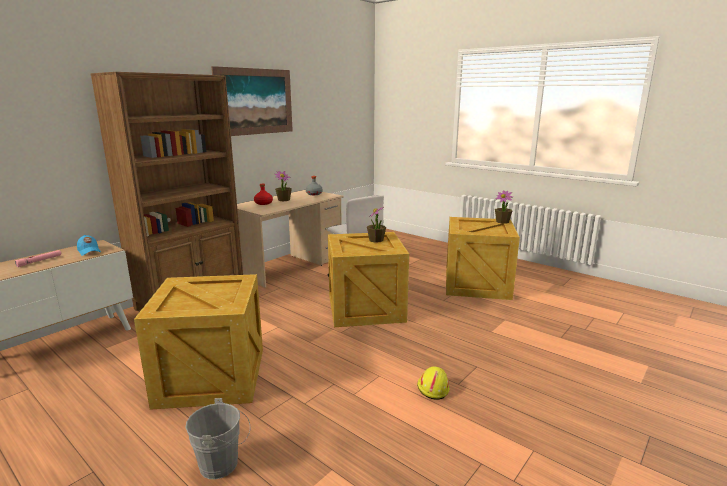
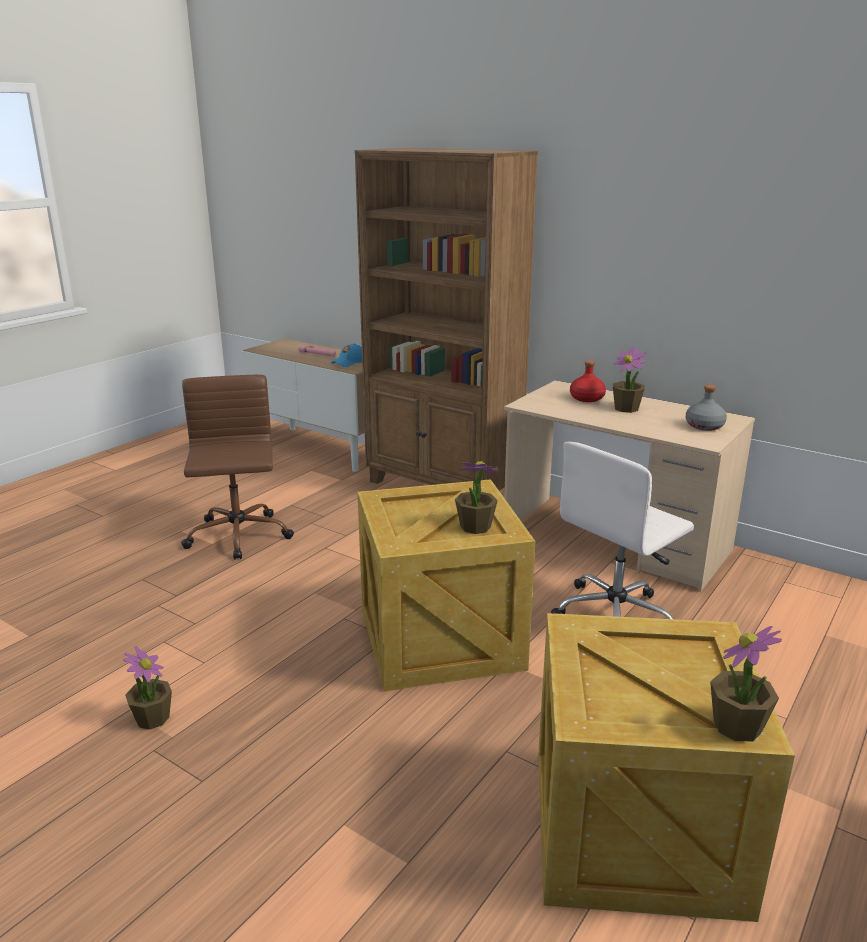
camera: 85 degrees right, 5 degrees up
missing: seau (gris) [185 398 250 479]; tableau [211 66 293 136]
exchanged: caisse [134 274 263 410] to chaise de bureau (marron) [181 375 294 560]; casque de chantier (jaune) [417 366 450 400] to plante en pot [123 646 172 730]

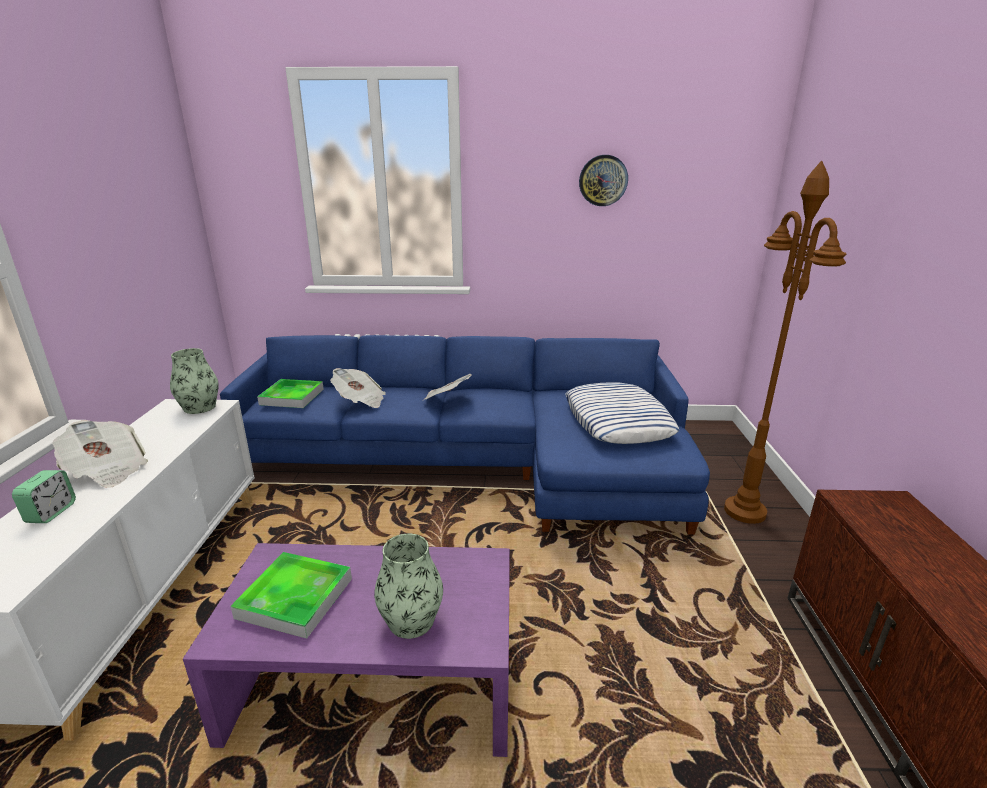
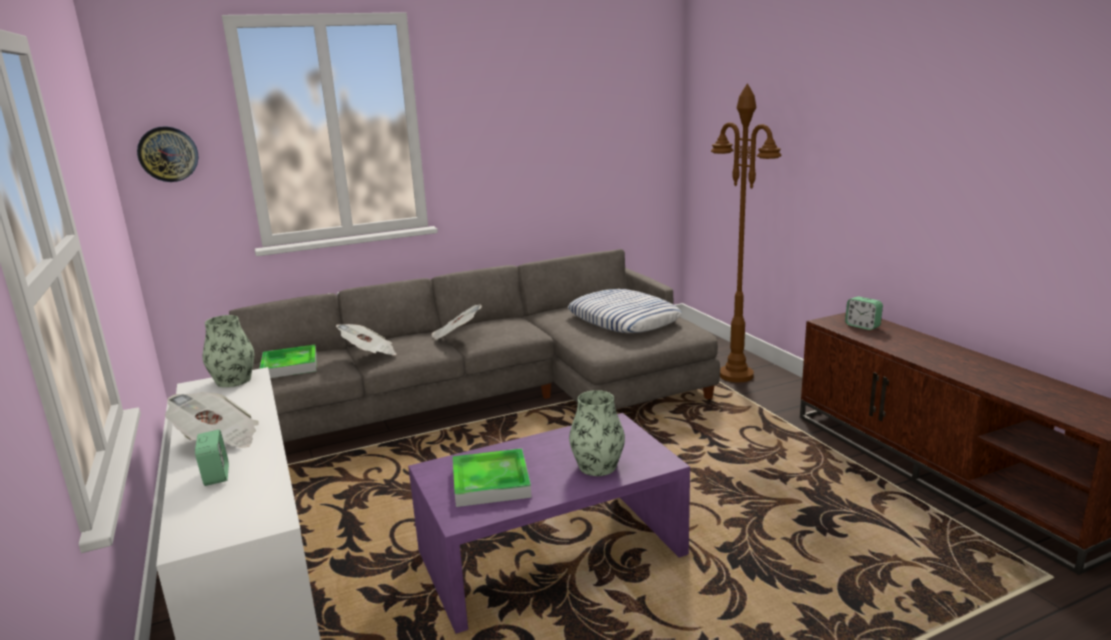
camera: 25 degrees left, 5 degrees down
appeared: réveil [845 296 883 330]
relocated: horloge murale [579 155 628 206] to [137 126 199 182]
colour: canapé (bleu) [220 335 710 535] to canapé (gris) [229 249 720 442]

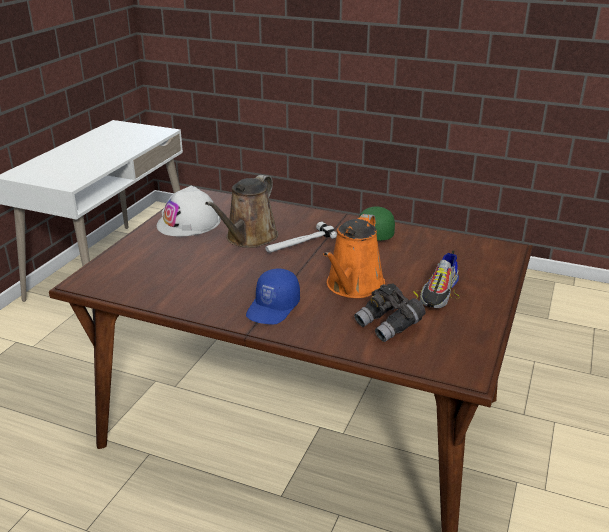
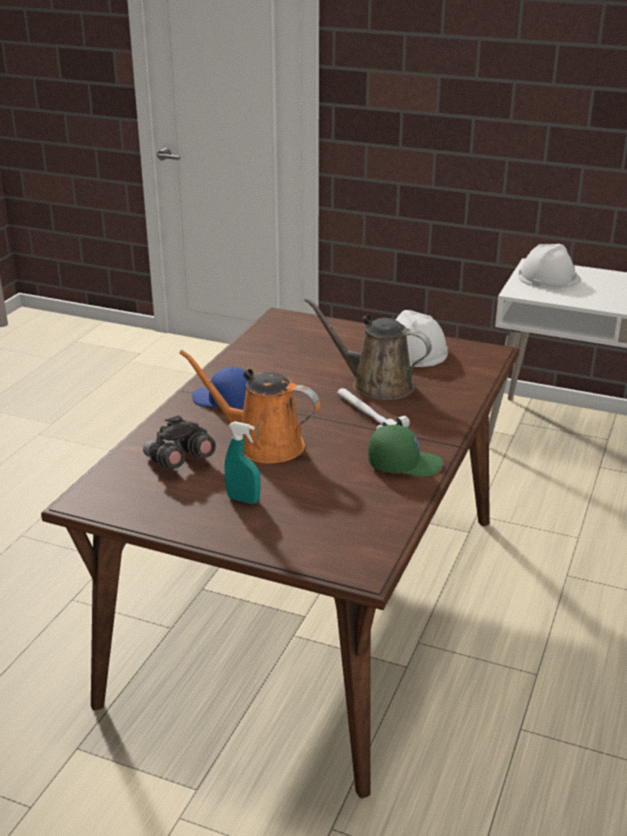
camera: 90 degrees right, 0 degrees up
appeared: casque de chantier (blanc) [518 244 581 288]
exchanged: chaussure [413 250 460 308] to vaporisateur (turquoise) [224 421 261 504]

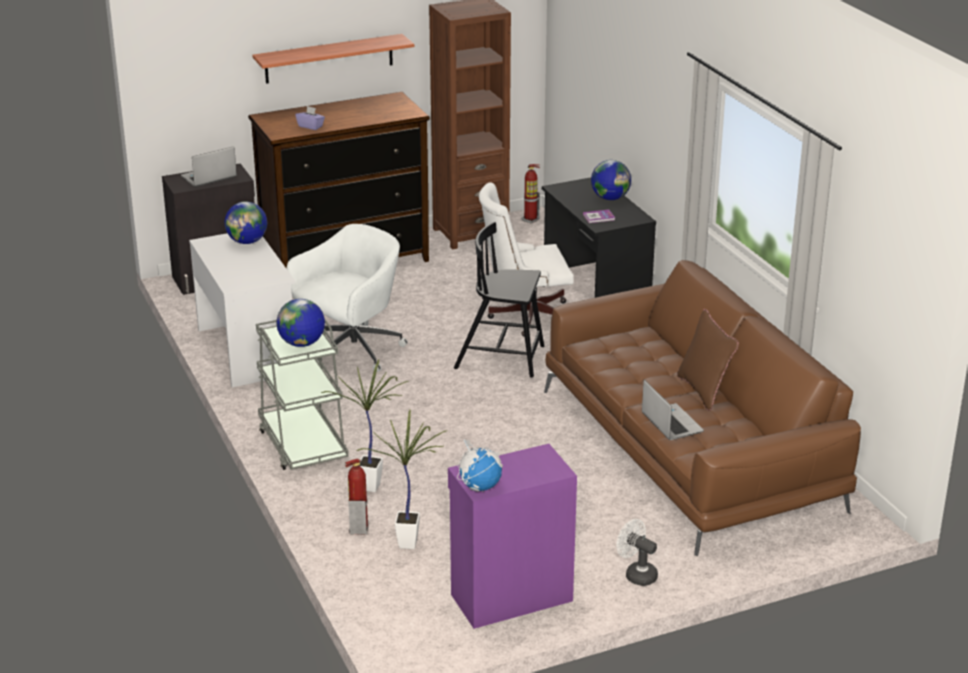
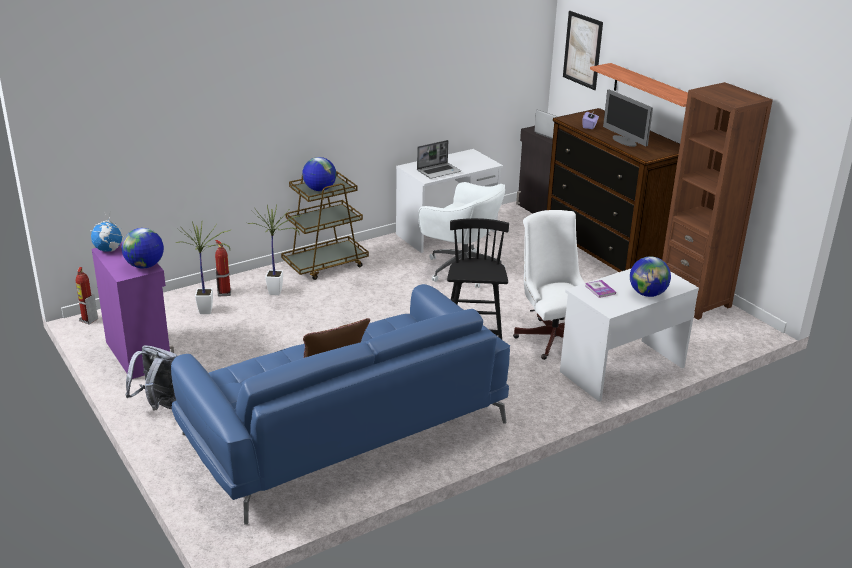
camera: 80 degrees right, 0 degrees up
appeared: tableau [563 11 603 90]; écran d'ordinateur [603 89 653 147]
relocated: globe [225 201 267 244] to [122 228 164 268]; extincteur [521 164 540 224] to [76 267 98 324]; ordinateur portable [642 380 704 440] to [417 140 461 179]
exchanged: ventilateur (blanc) [617 519 658 586] to sac à dos (gris) [125 345 178 410]
colour: chariot (gris) [256 318 349 470] to chariot (marron) [281 171 369 280]; bureau (noir) [542 177 656 298] to bureau (blanc) [560 269 699 402]; canapé (marron) [544 260 861 556] to canapé (bleu) [171 284 510 525]

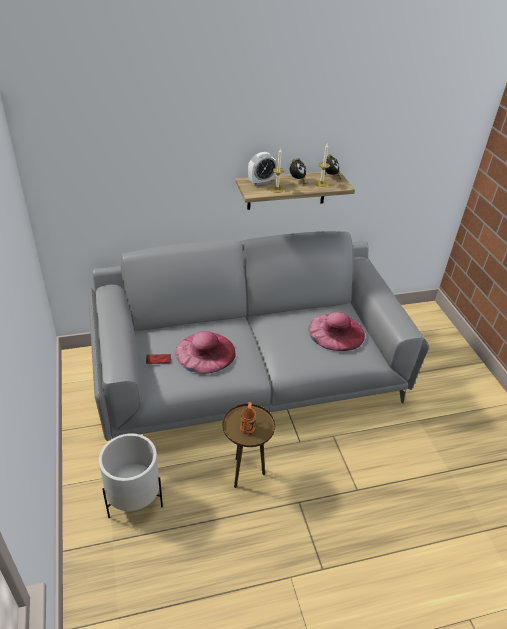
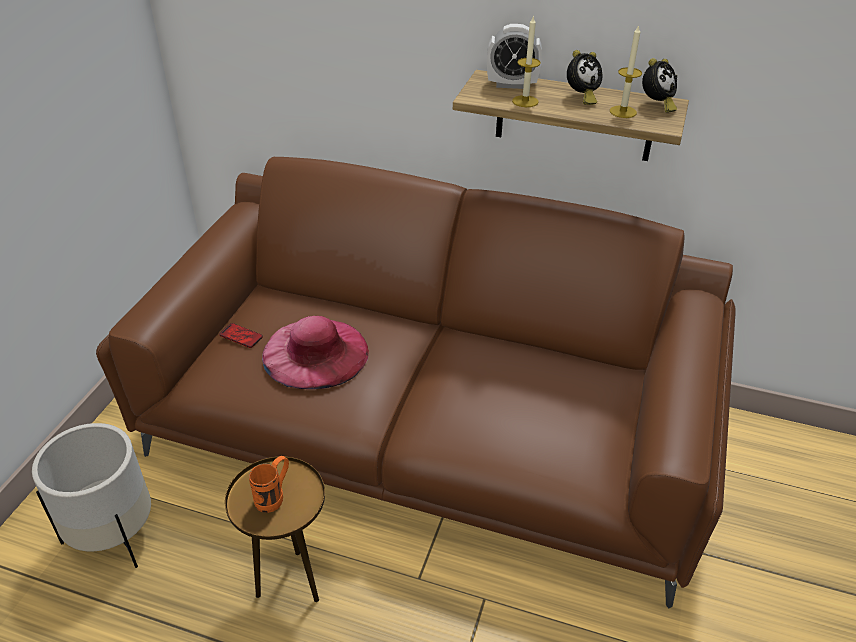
camera: 35 degrees right, 0 degrees up
missing: chapeau (rose) [309 312 365 351]
colour: canapé (gris) [88 231 429 441] to canapé (marron) [96 157 736 608]

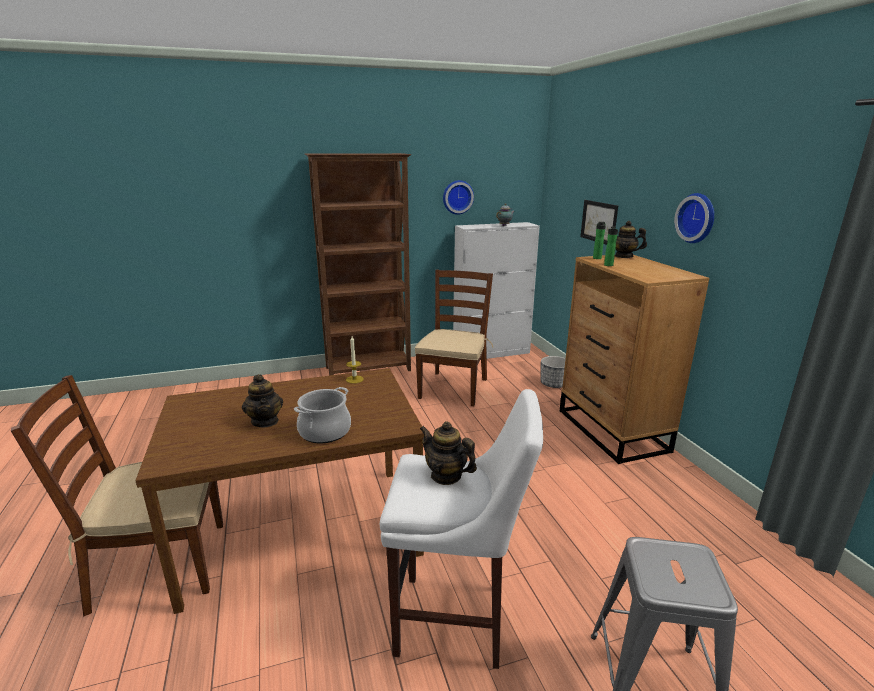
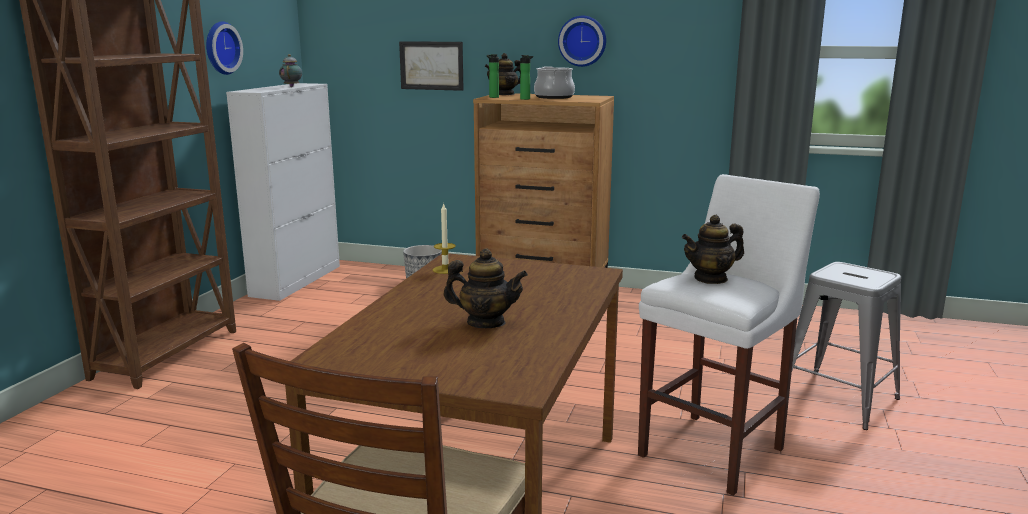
camera: 55 degrees left, 5 degrees down
missing: chaise (marron) [415 269 493 406]
relocated: marmite [294 387 351 443] to [534 66 575 99]

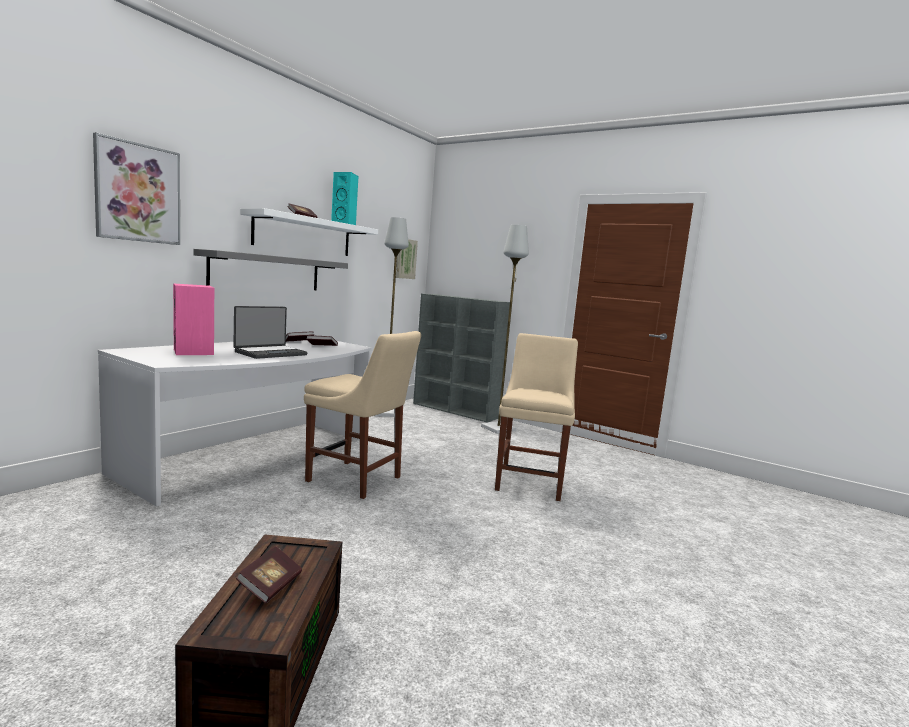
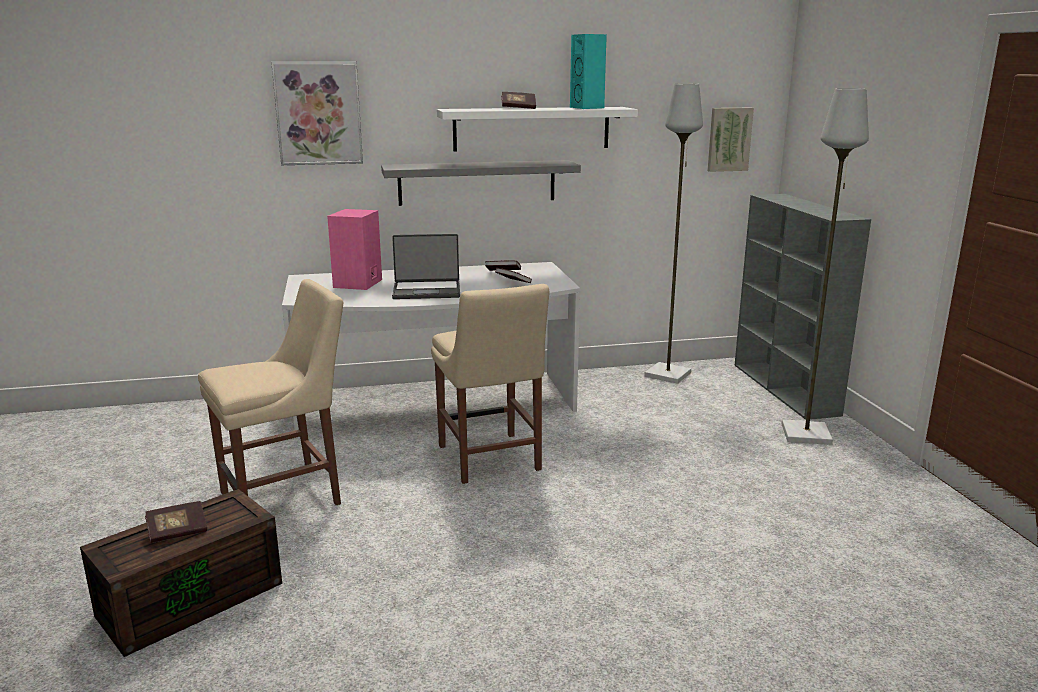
camera: 45 degrees right, 10 degrees up
relocated: chaise (beige) [495 333 578 501] to [198 279 343 505]

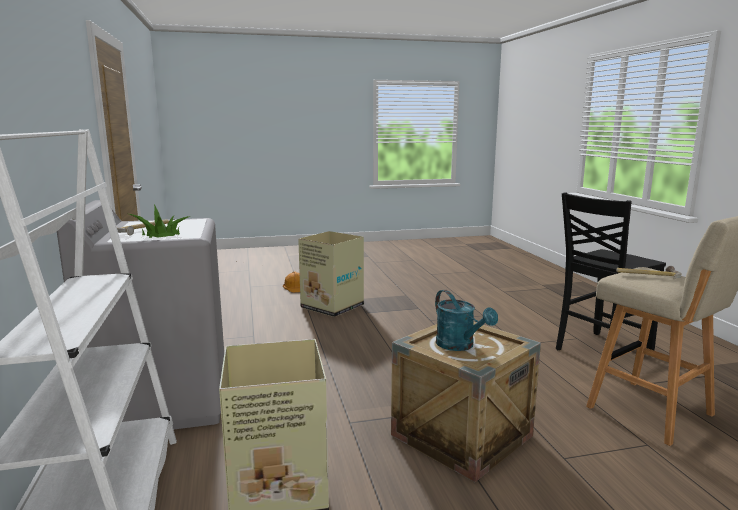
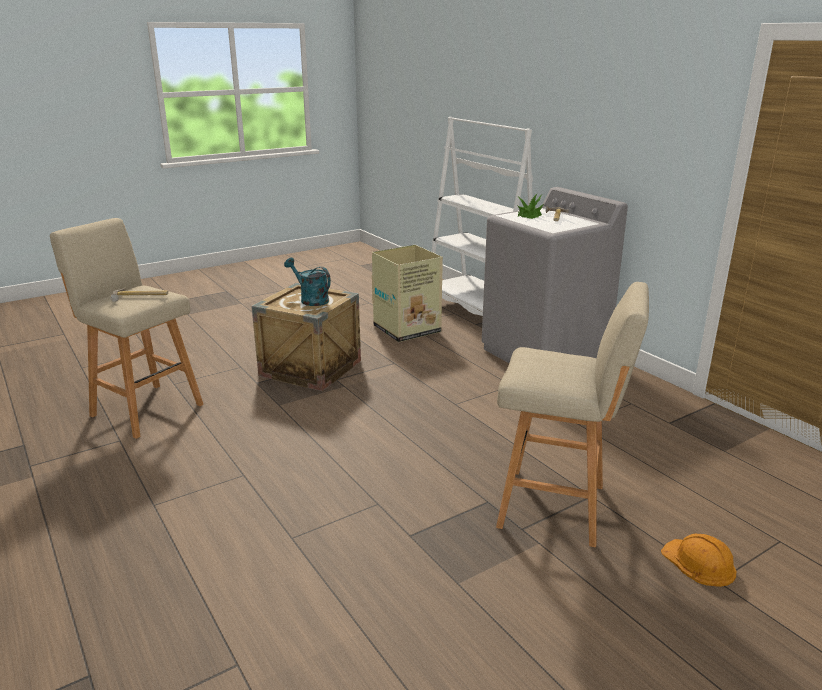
camera: 160 degrees right, 10 degrees up
missing: chaise (noir) [556 193 666 350]
exchanged: carton [298 231 364 317] to tabouret (beige) [496 282 649 547]

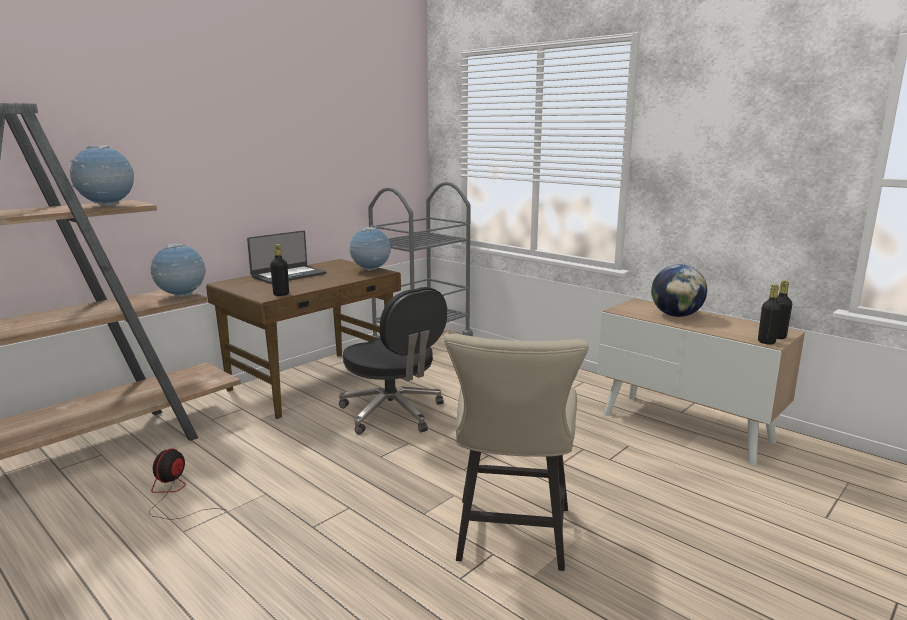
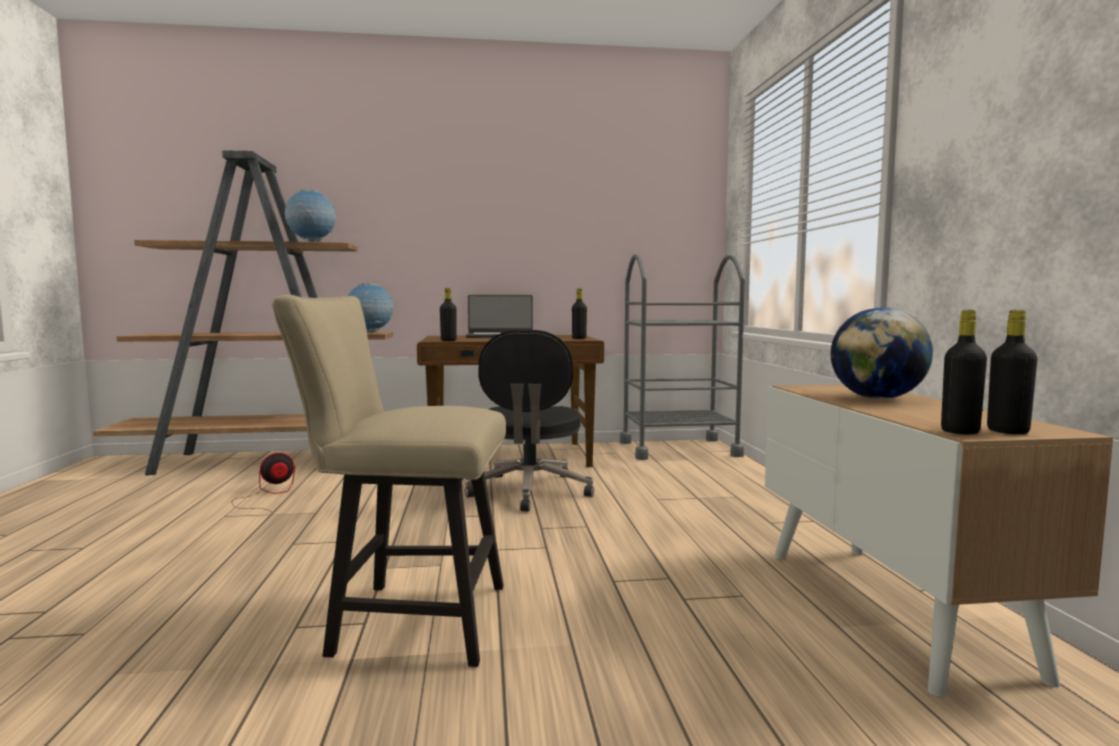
camera: 40 degrees right, 10 degrees down
exchanged: globe [349 226 391 271] to bouteille (noir) [572 289 587 339]
spun: chaise (beige) [445 333 589 571] = [272 295 506 667] 45 degrees clockwise

